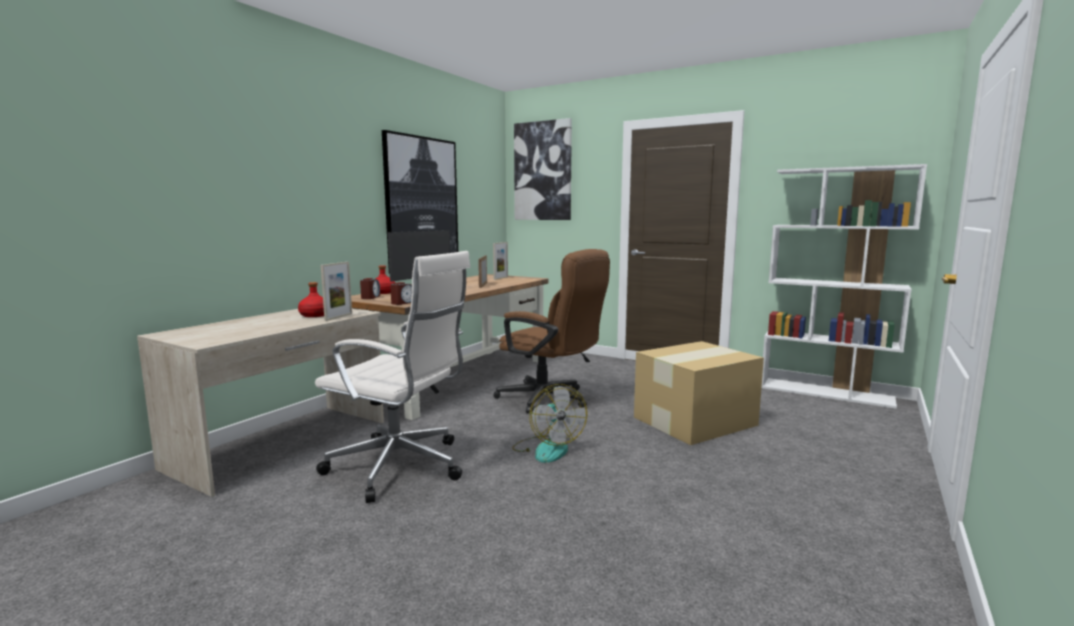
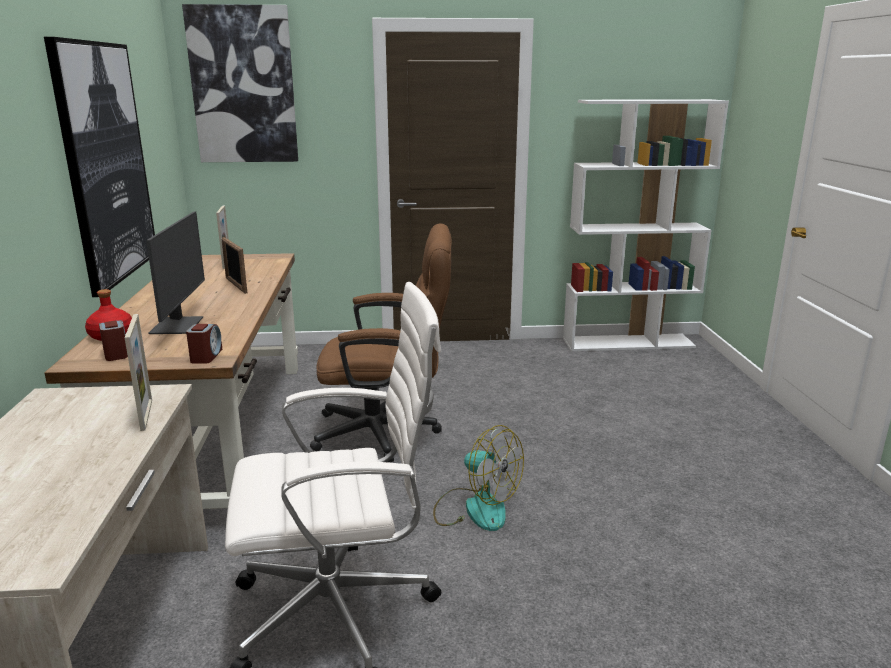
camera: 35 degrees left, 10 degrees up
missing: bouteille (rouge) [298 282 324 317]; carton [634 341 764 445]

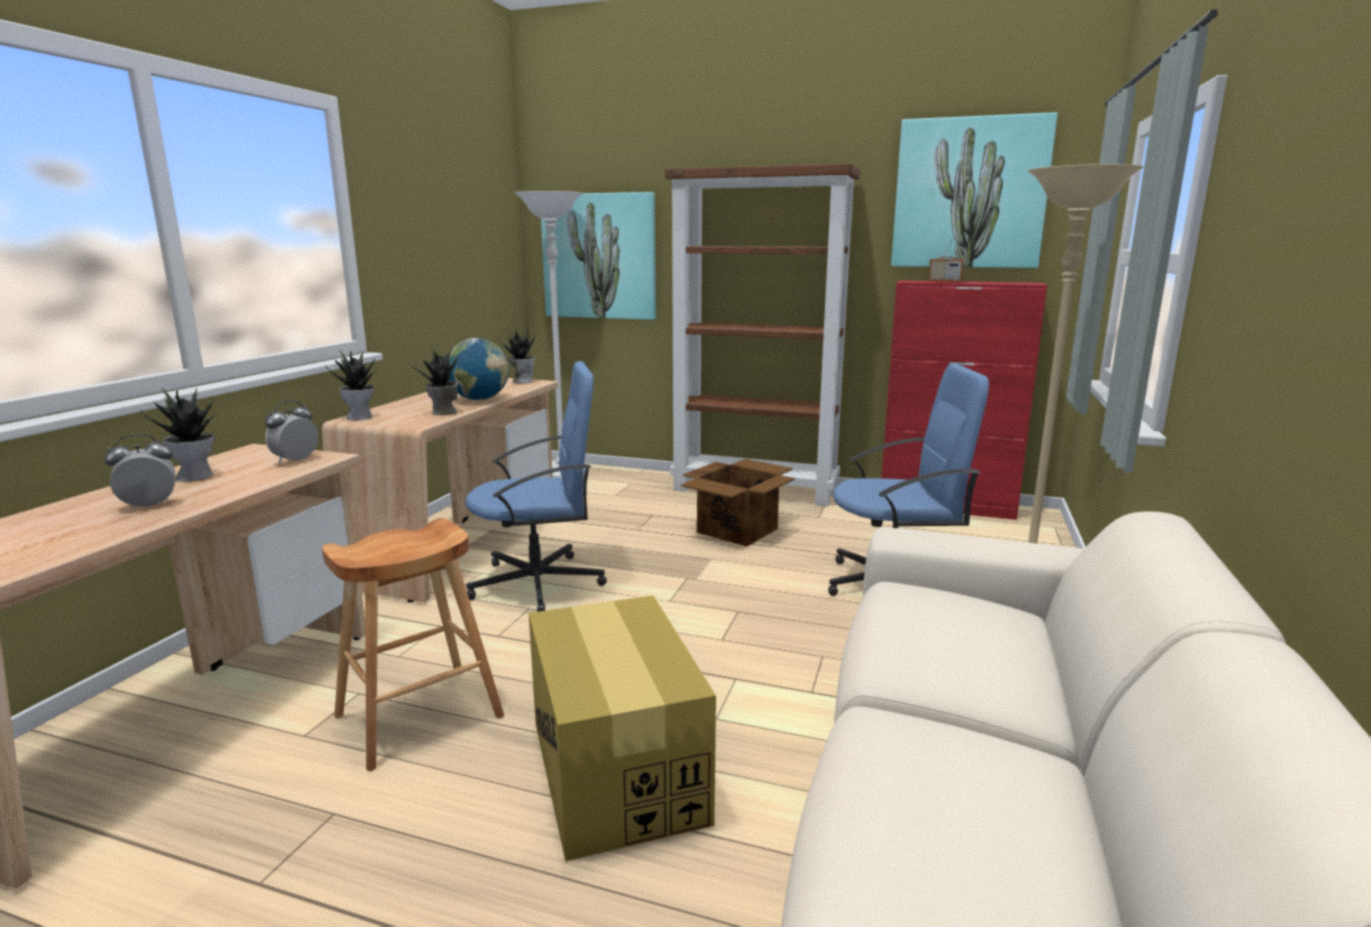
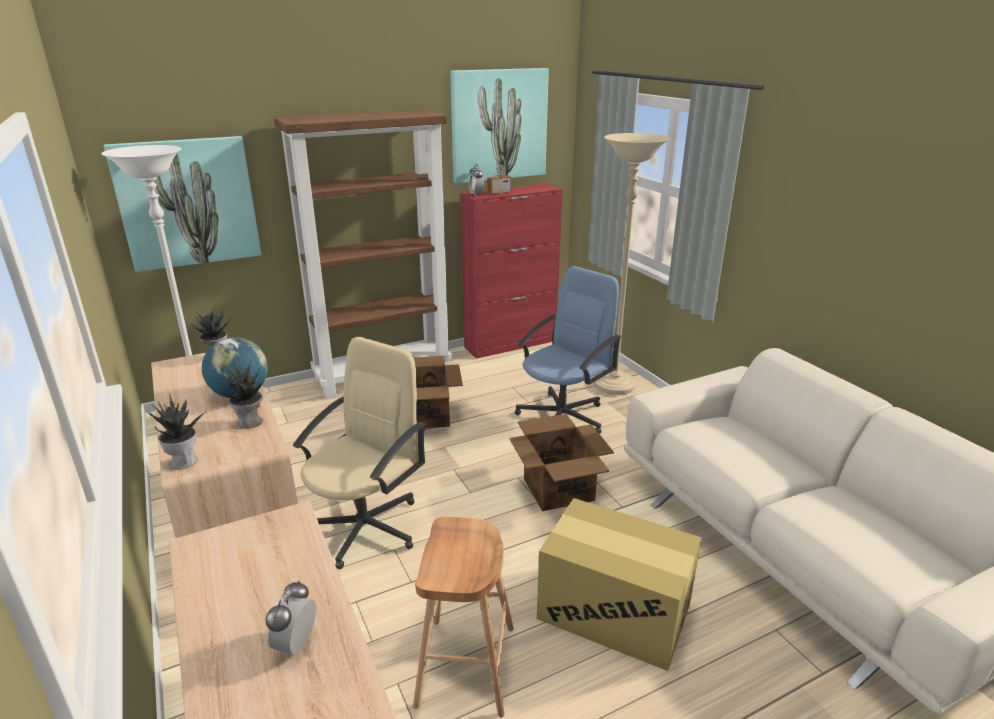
camera: 45 degrees left, 10 degrees up
missing: plante en pot [140 387 216 482]
appeared: carton [509 414 614 511]
relocated: réveil [265 400 318 463] to [469 164 485 196]
colour: chaise de bureau (bleu) [465 361 607 612] to chaise de bureau (beige) [293 337 426 569]

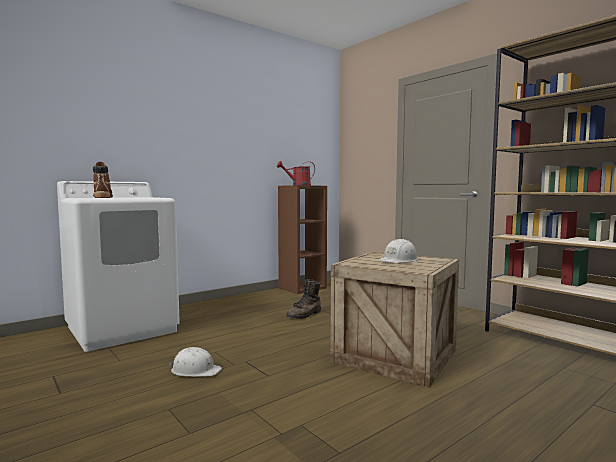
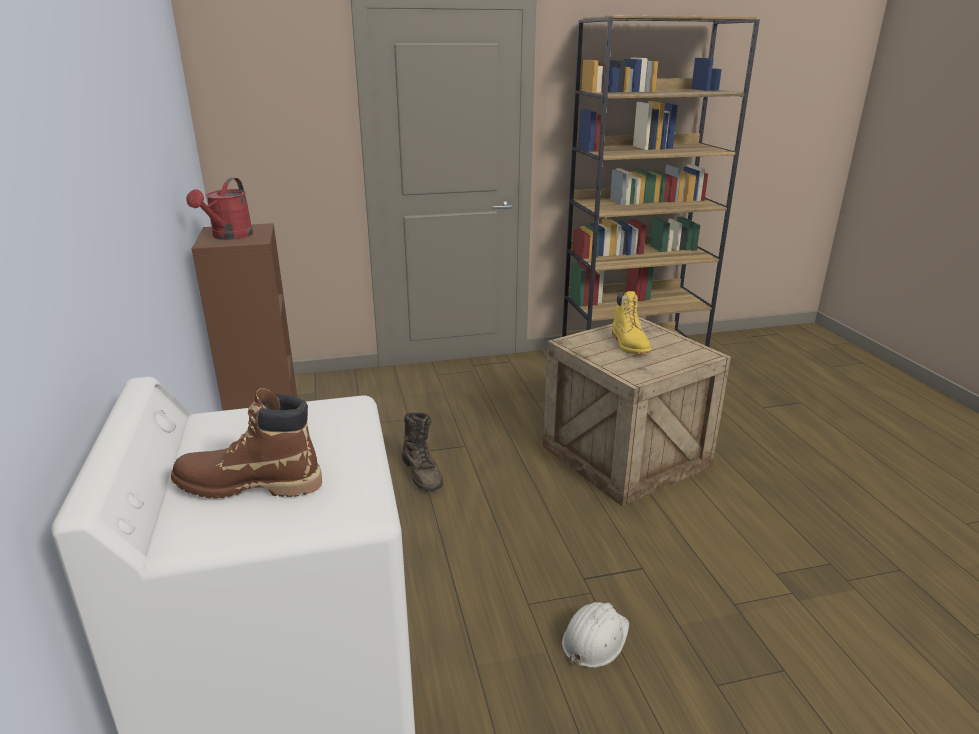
camera: 65 degrees left, 20 degrees up
exchanged: casque de chantier (blanc) [379 239 418 263] to botte (jaune) [612 291 651 354]

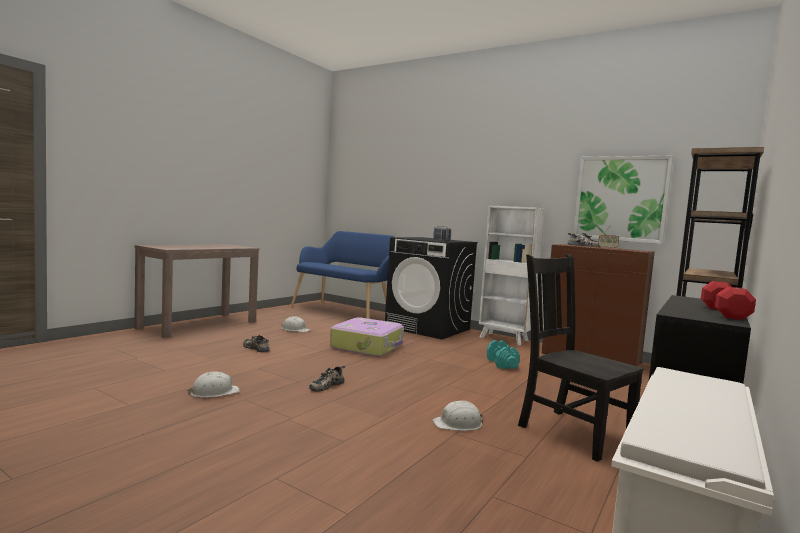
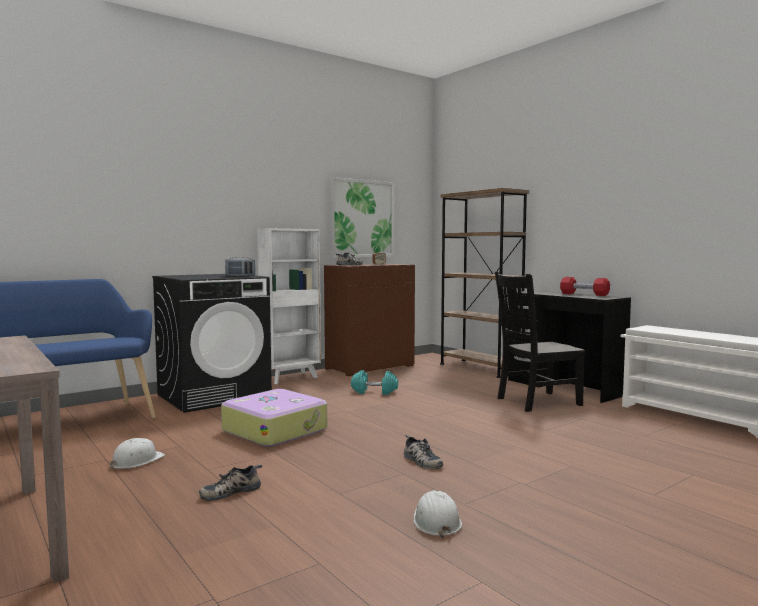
camera: 70 degrees left, 0 degrees up
missing: casque de chantier (blanc) [433 401 483 431]

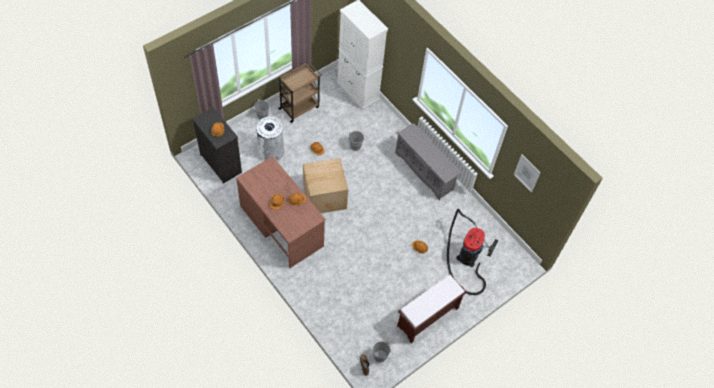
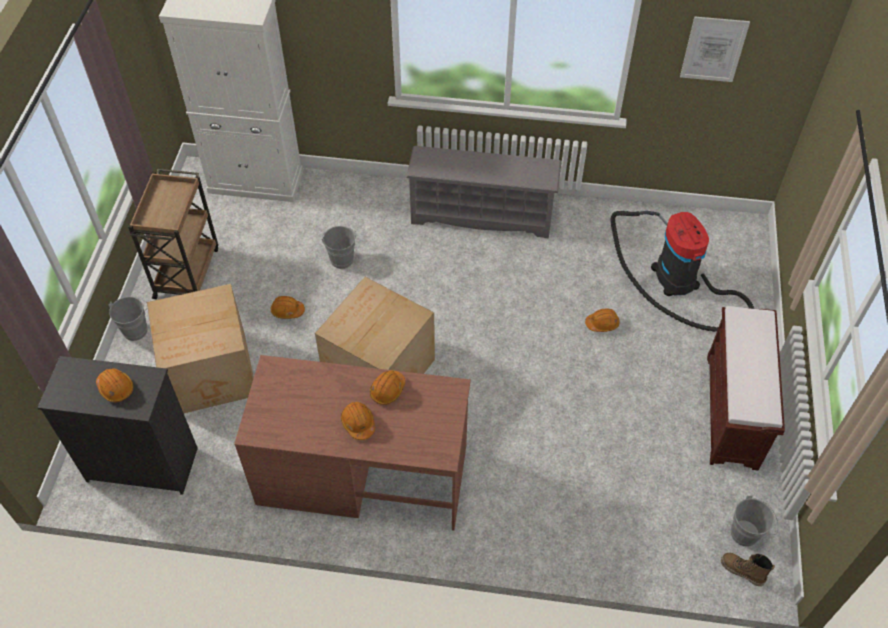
camera: 40 degrees left, 5 degrees down
exchanged: poubelle (blanc) [256 117 284 161] to carton [147 284 254 413]

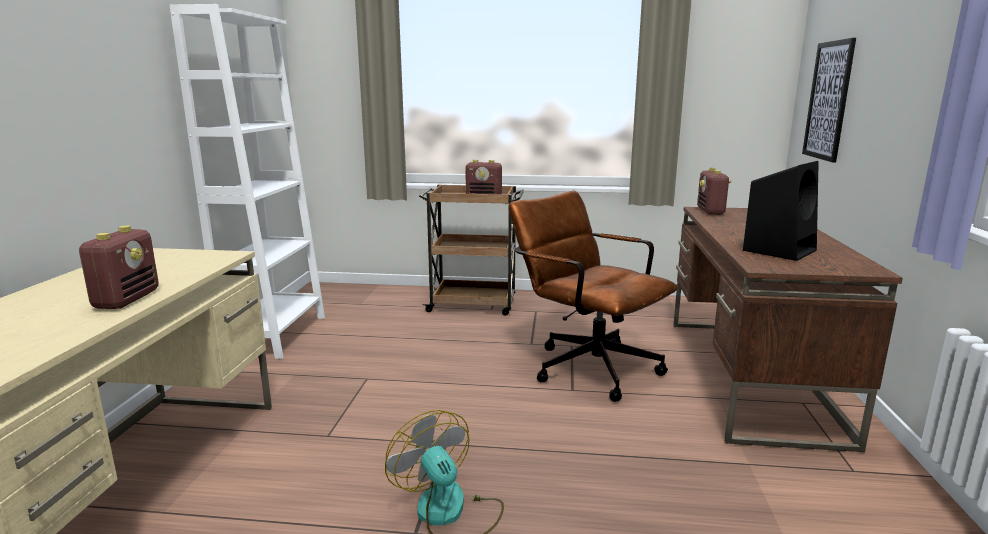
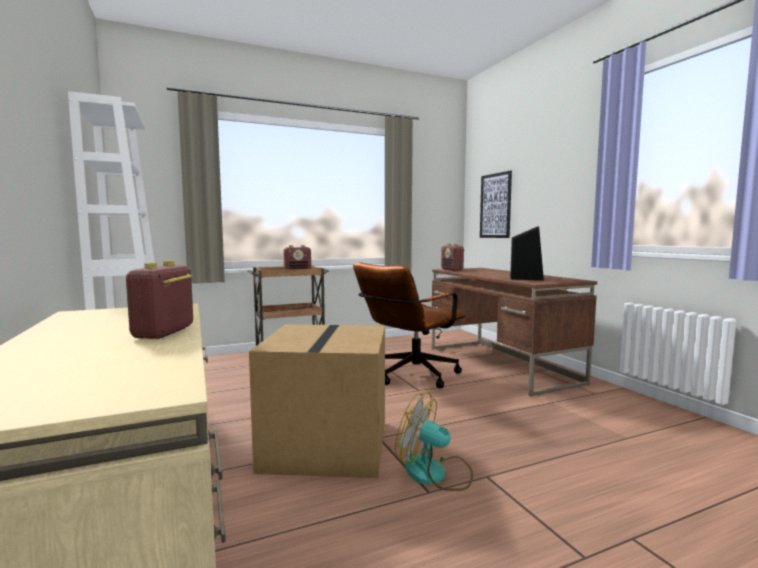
camera: 30 degrees left, 10 degrees down
appeared: carton [249 324 385 478]
spun: radio [79 225 159 309] = [126 261 193 339] 150 degrees counterclockwise; chaise de bureau (marron) [508 191 678 402] = [353 263 466 388] 60 degrees counterclockwise

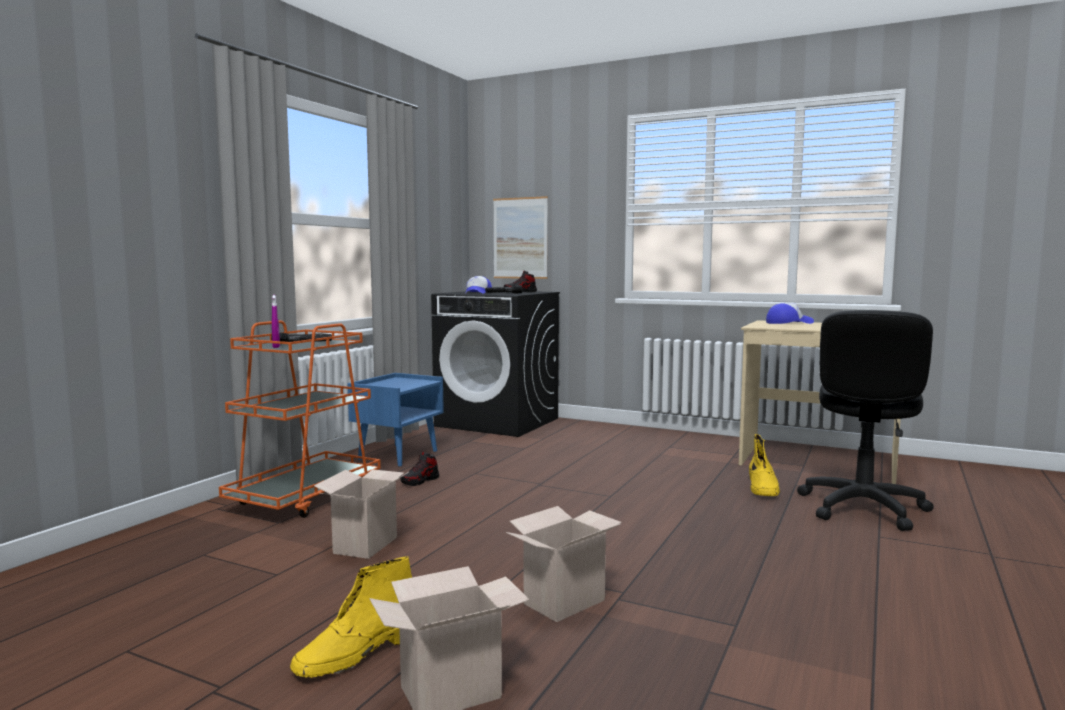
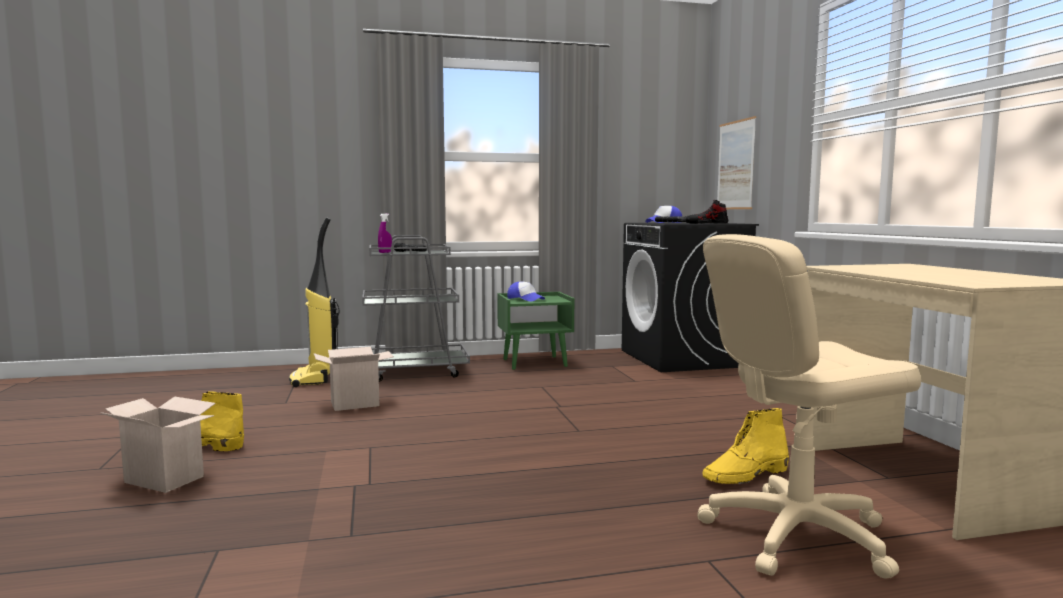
camera: 50 degrees right, 0 degrees up
missing: chaussure [401 452 439 486]; carton [506 506 622 622]
appeared: aspirateur [289 217 340 387]
relocated: casquette [766 303 814 324] to [507 281 545 302]
colour: chariot (orange) [219 320 381 518] to chariot (gris) [362 235 470 382]; table de chevet (bleu) [347 373 444 466] to table de chevet (vert) [497 292 574 370]; chaise de bureau (noir) [797 310 934 531] to chaise de bureau (beige) [697 234 921 579]

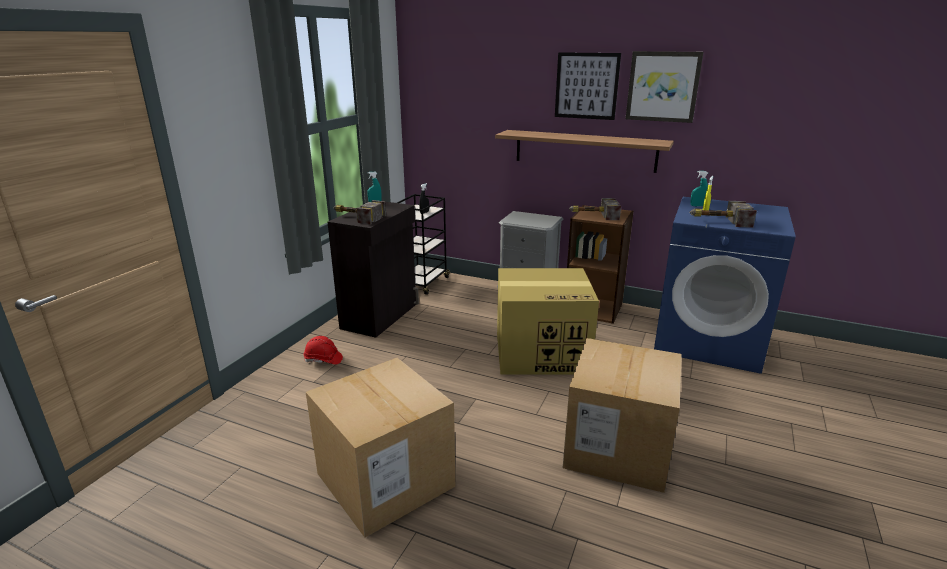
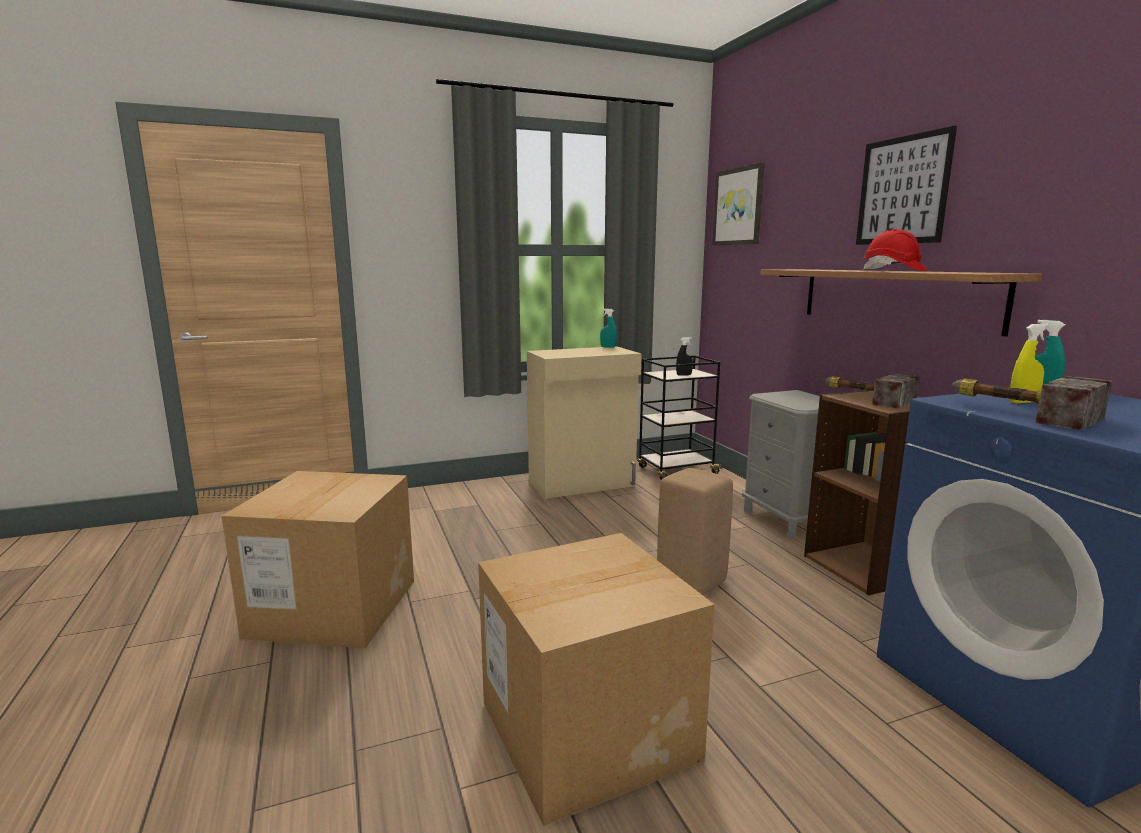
camera: 45 degrees right, 10 degrees down
missing: marteau [334 200 386 225]
relocated: casque de chantier (rouge) [303 336 343 364] to [862 229 928 271]; tableau [626 51 703 123] to [712 162 765 246]
exchanged: carton [497 268 599 375] to tabouret (beige) [657 468 733 595]
colour: meuble de rangement (noir) [328 202 419 338] to meuble de rangement (beige) [527 346 642 499]

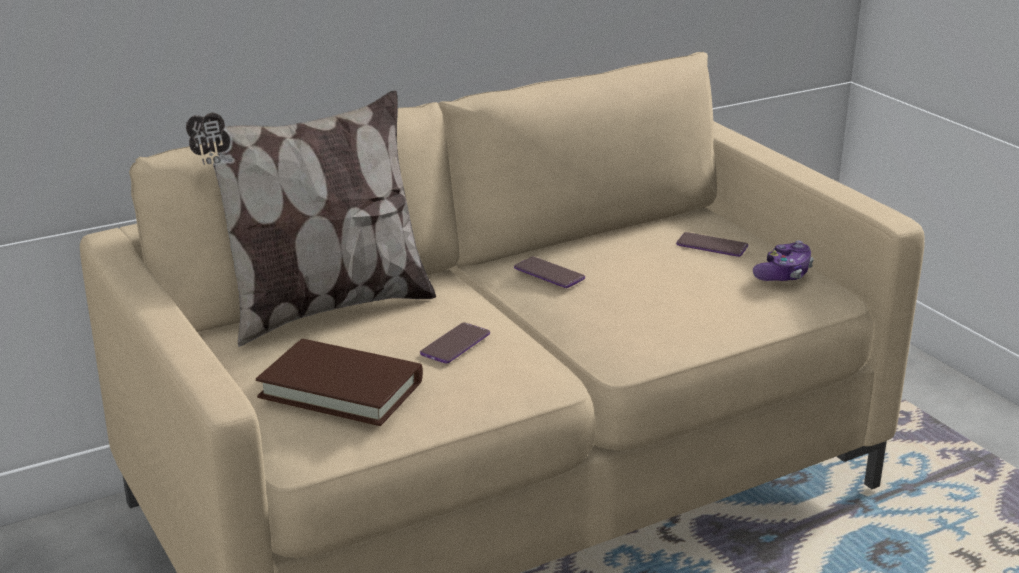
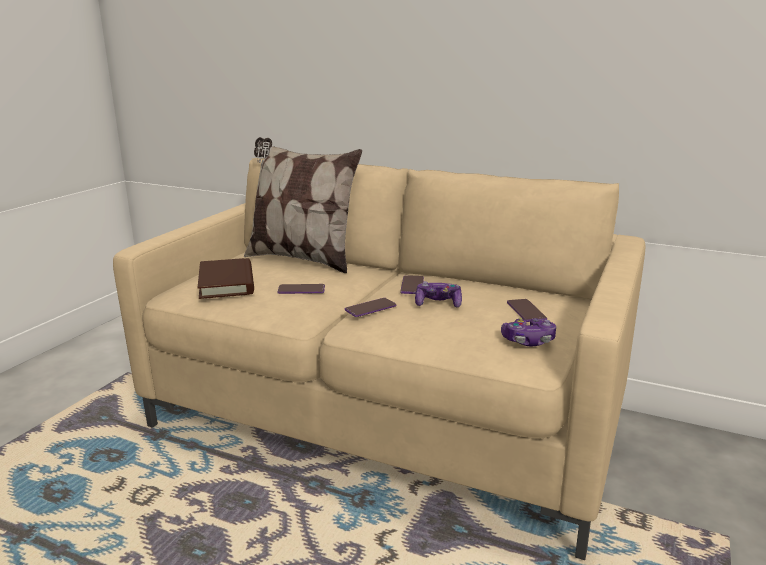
camera: 55 degrees right, 5 degrees down
appeared: téléphone [345 298 396 317]; manette [415 281 462 307]

